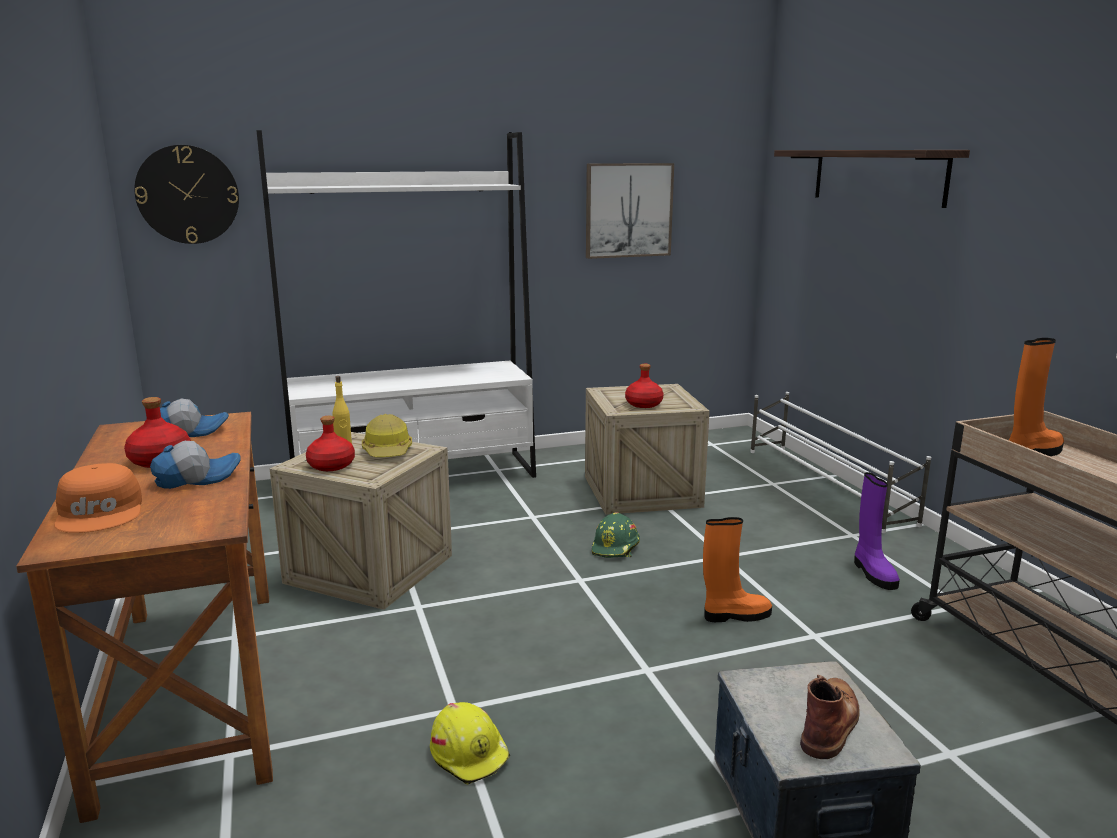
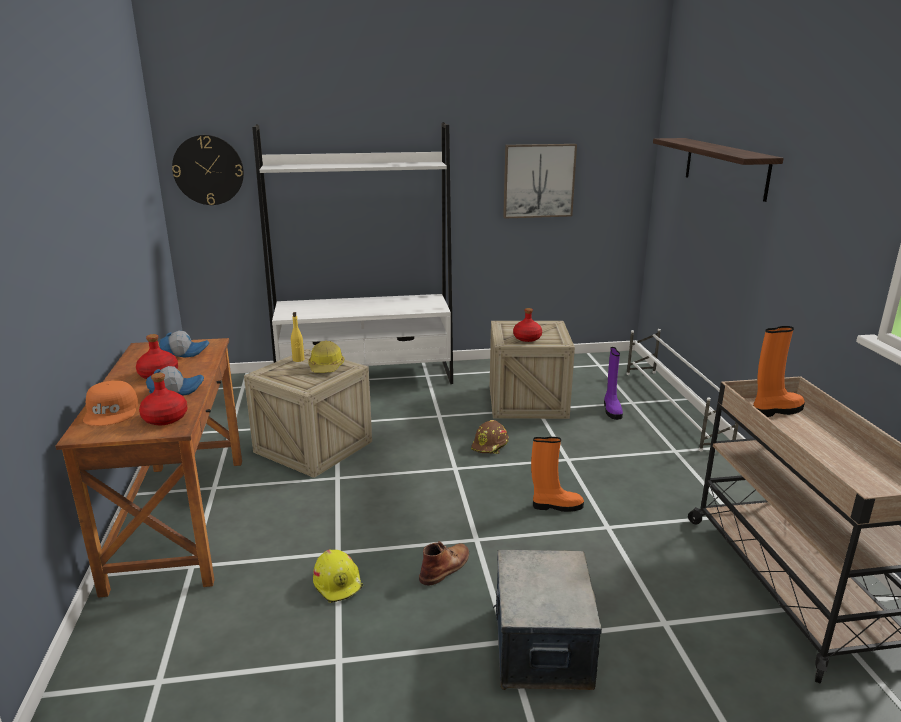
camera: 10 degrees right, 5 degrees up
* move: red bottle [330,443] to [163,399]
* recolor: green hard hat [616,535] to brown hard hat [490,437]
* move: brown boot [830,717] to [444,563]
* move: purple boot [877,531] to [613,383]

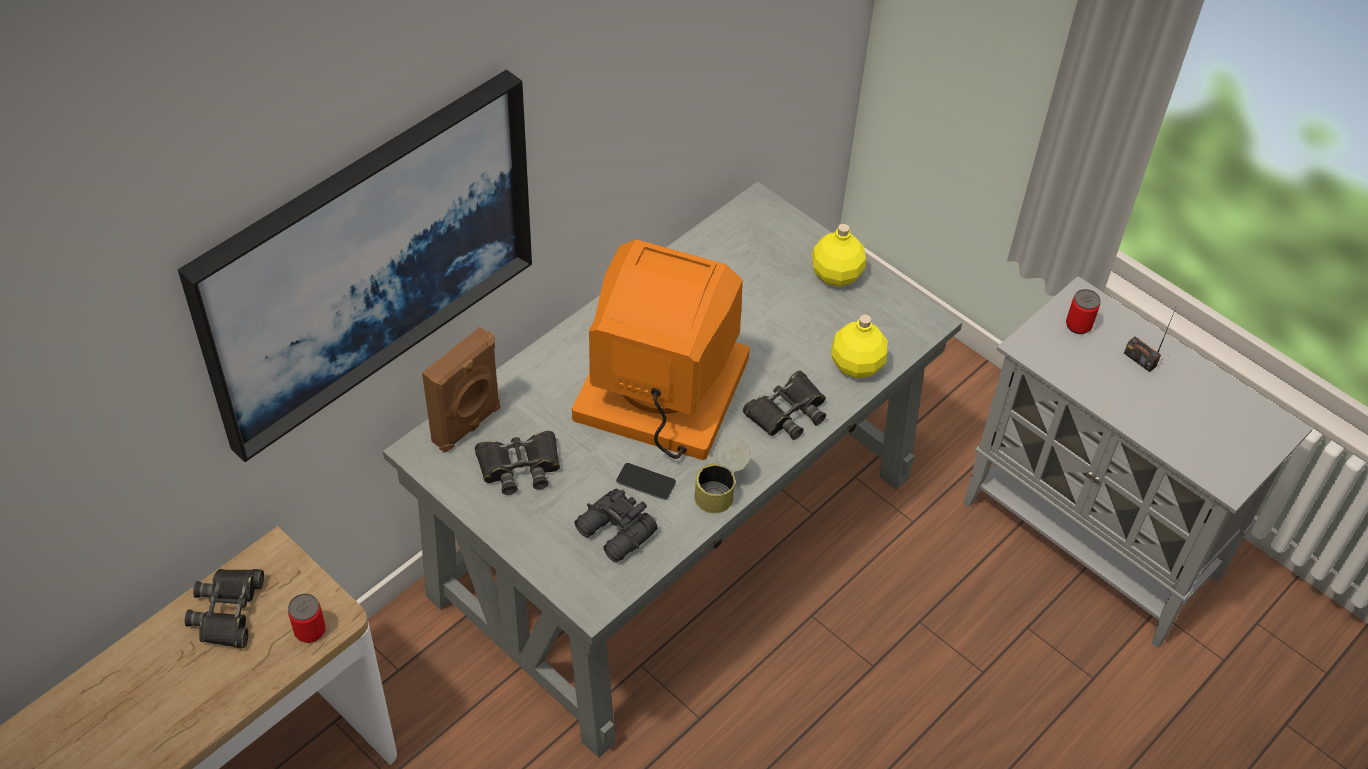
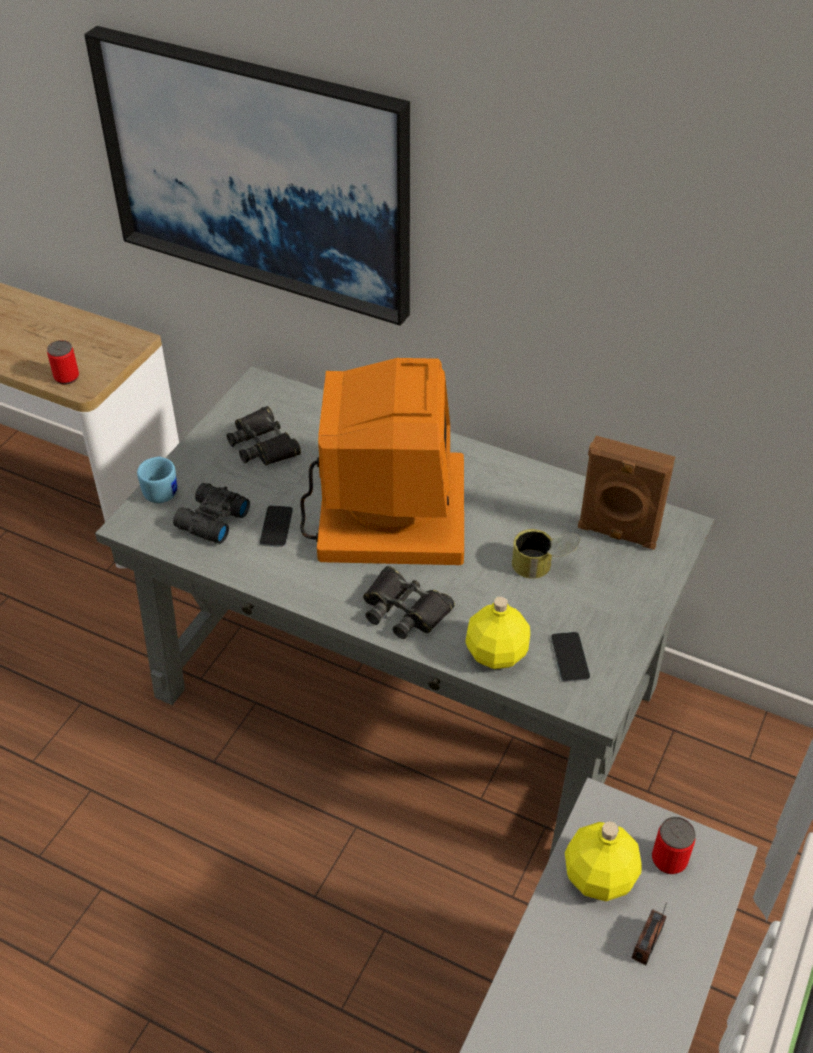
camera: 75 degrees right, 5 degrees down
* delete: black binoculars [224,608]
* move: brown speaker [461,390] to [626,493]
* move: can [722,475] to [546,554]
* move: yellow bottle [839,255] to [603,861]
* insert: blue mug [157,479]
* insert: phone [570,657]

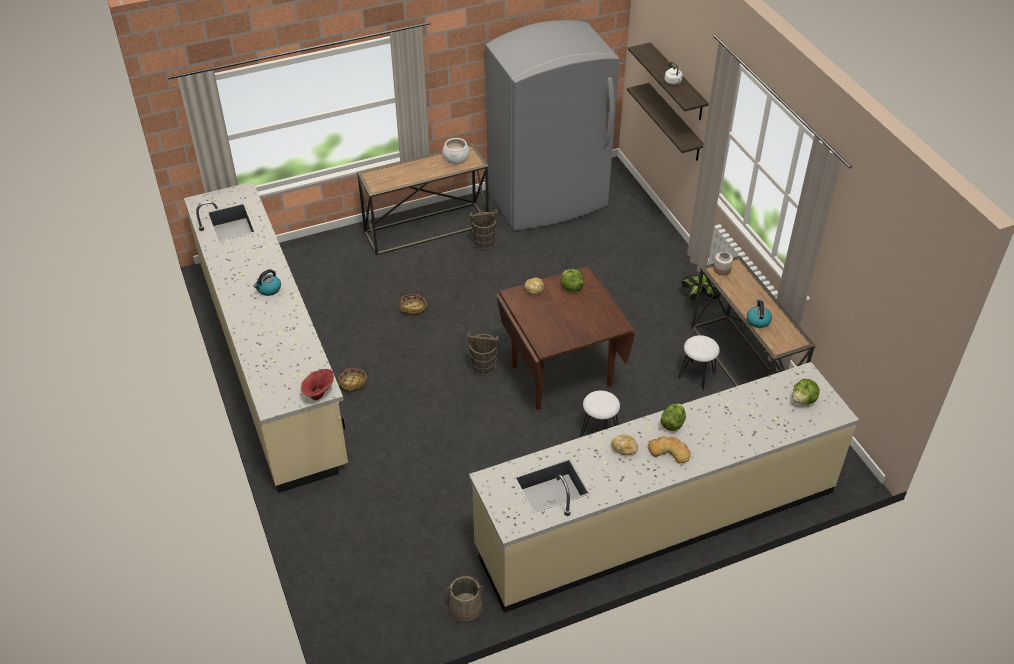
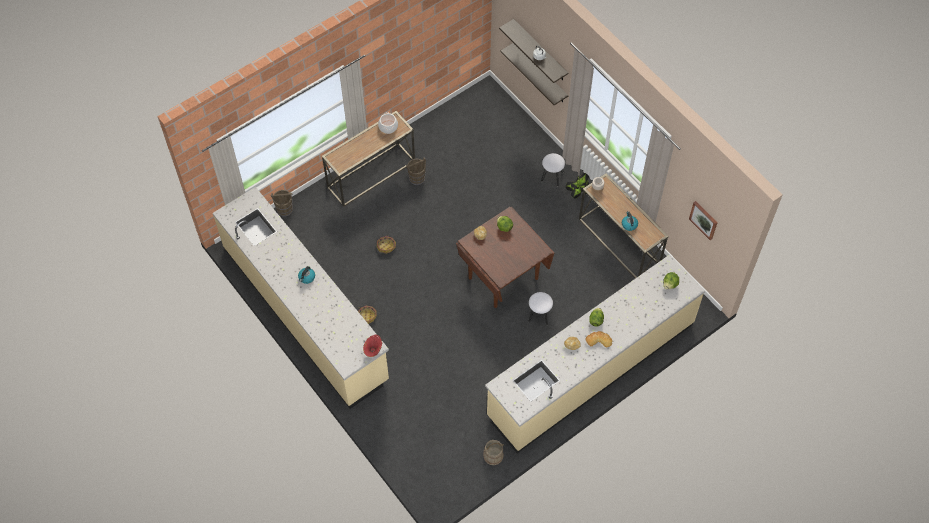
camera: 15 degrees left, 15 degrees up
* move: brown bucket [483,354] to [282,203]
* delete: grey fridge [552,125]
* move: white stool [699,362] to [553,170]
* insert: picture [703,220]

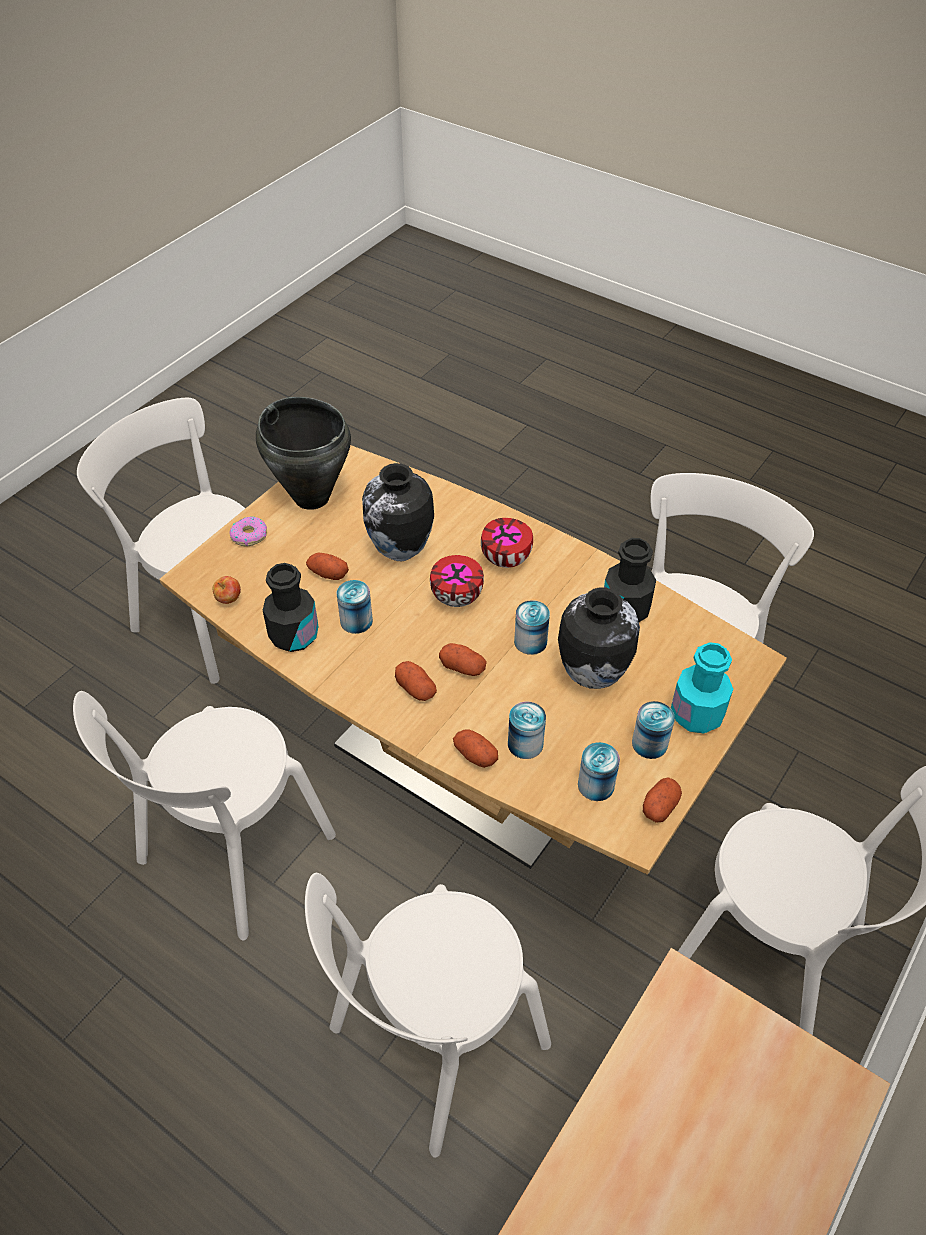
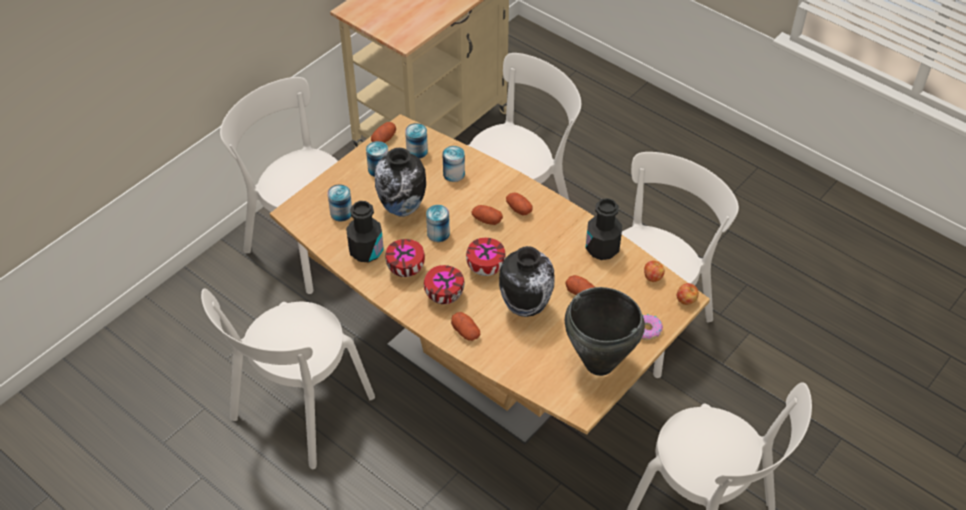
camera: 175 degrees left, 0 degrees up
* move: can [355,607] to [339,202]
* move: potato [475,748] to [465,326]
* delete: turquoise bottle [702,687]
* insert: bowl [405,258]
* insert: apple [688,294]

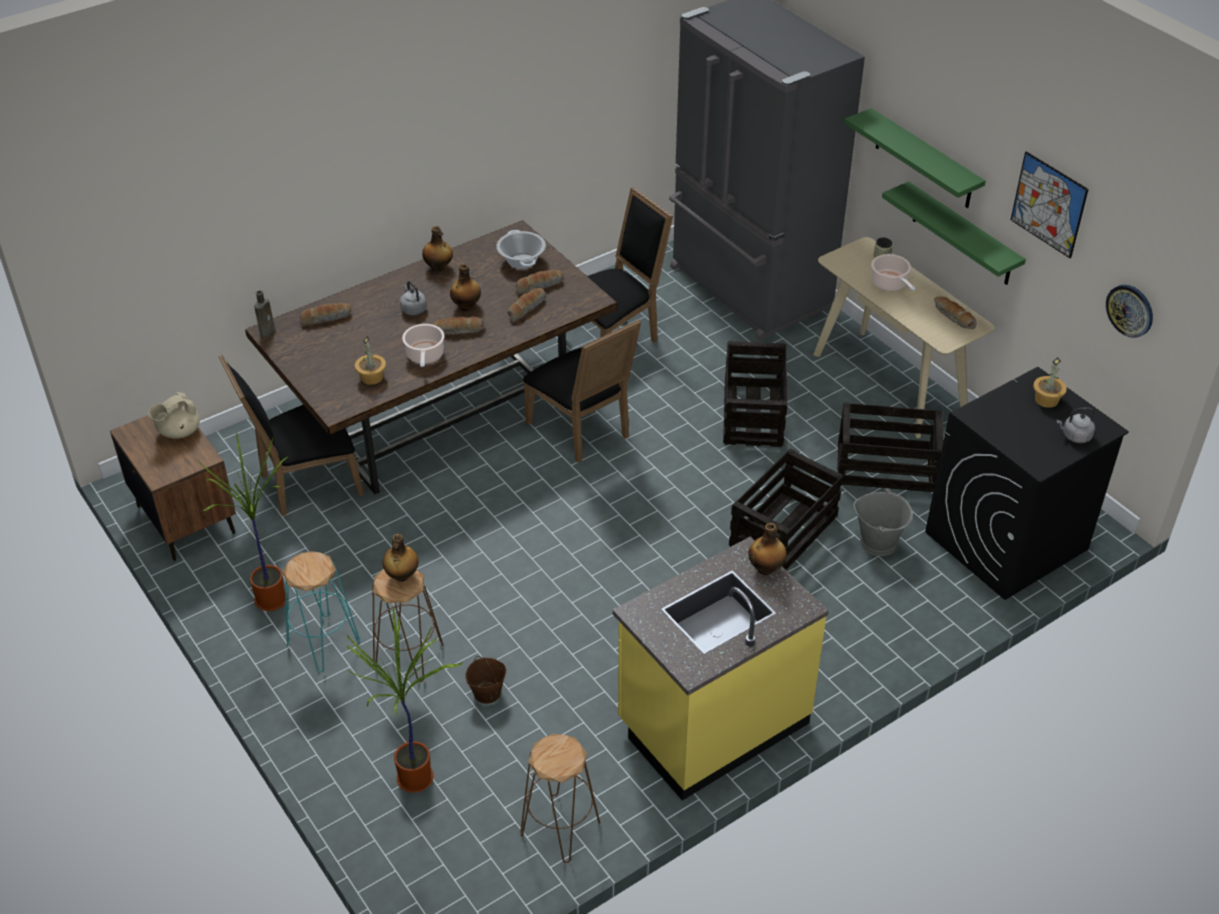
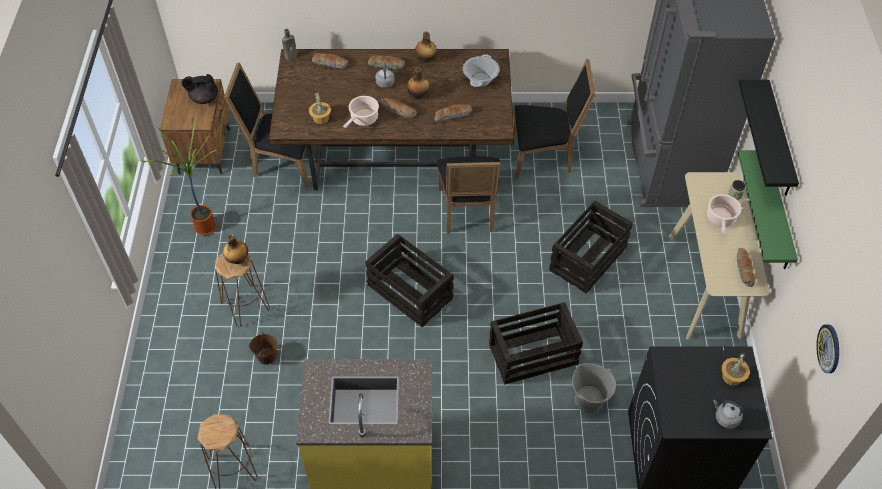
camera: 35 degrees right, 10 degrees up
* recolor: beige teapot [174,415] to black teapot [200,89]
* delete: turquoise stool [321,611]
* delete: potted plant [404,700]
* move: bread [539,282] to [386,62]
* delete: bottle [767,549]
* move: crate [890,447] to [409,280]
* recolor: green shelf [915,158] to black shelf [769,138]
* delete: picture [1050,204]

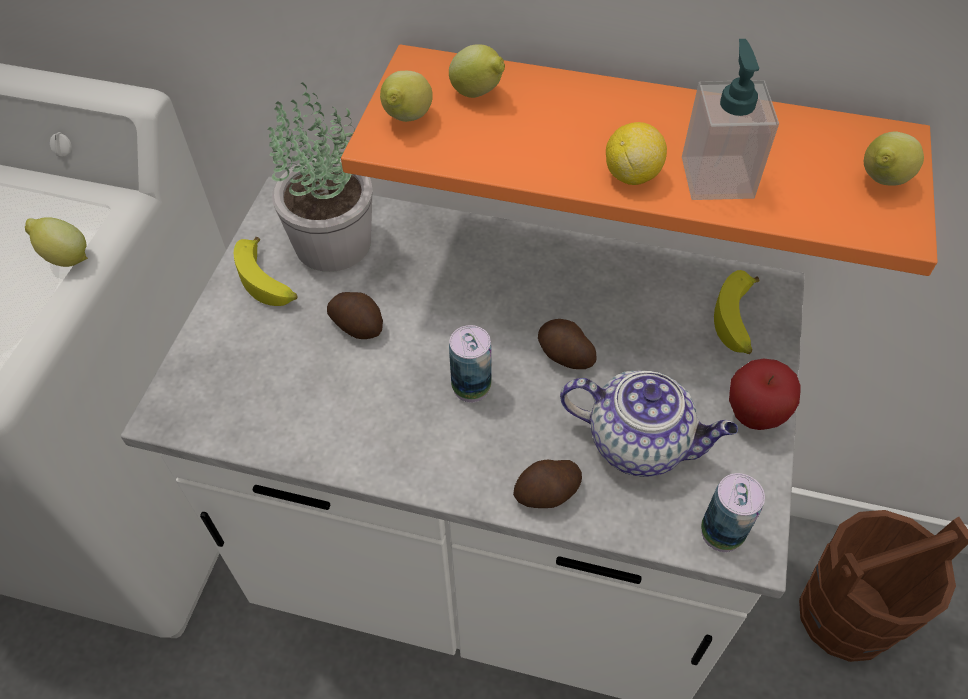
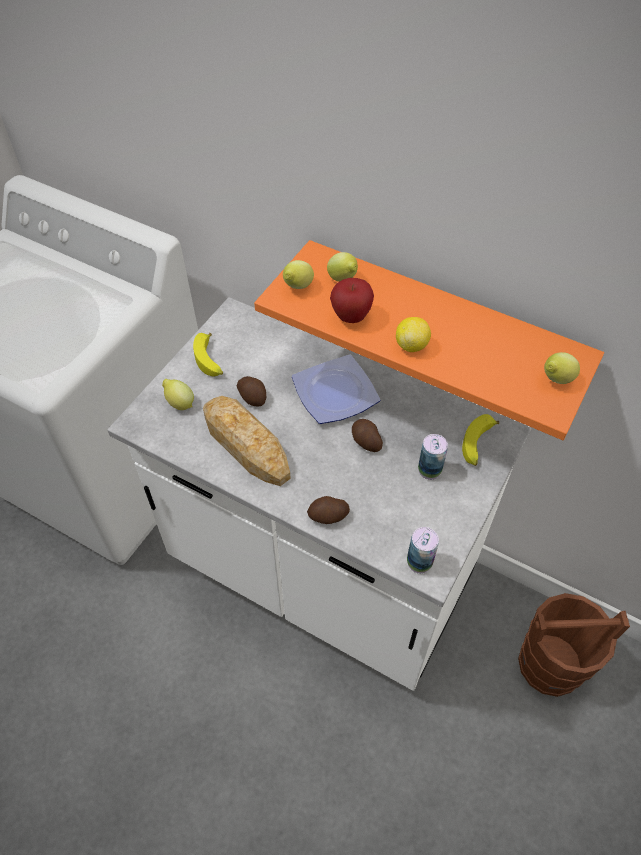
camera: 15 degrees right, 0 degrees up
* move: lemon [56,242] to [178,394]
* delete: potted plant [319,177]
* move: can [470,364] to [433,457]
* delete: teapot [649,424]
* delete: soap dispenser [730,119]
* move: apple [764,394] to [352,300]
* insert: bread [247,441]
* insert: plate [336,389]

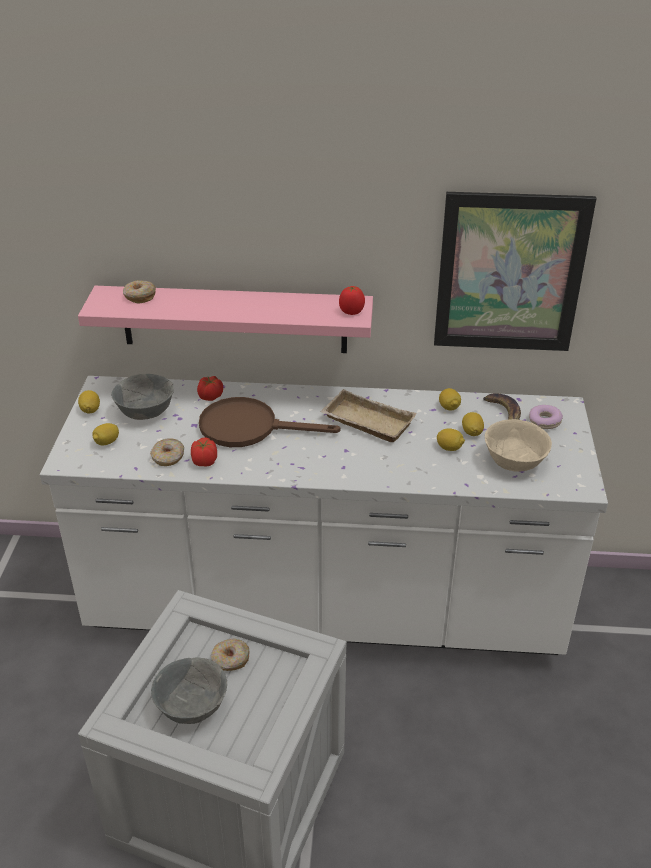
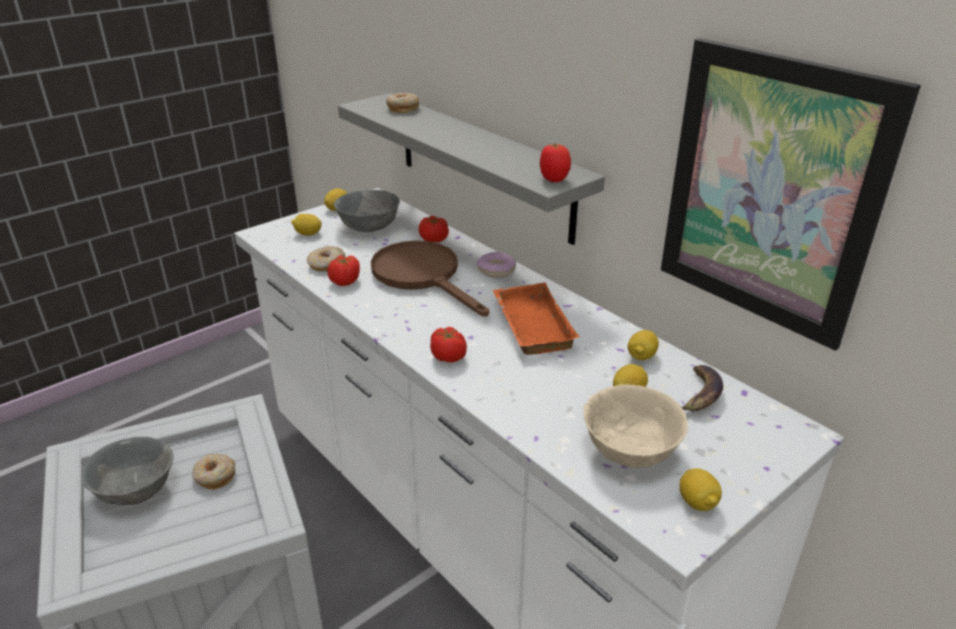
camera: 45 degrees right, 5 degrees down
* recolor: pink shelf [225,319] to grey shelf [471,169]
* recolor: beige tray [368,415] to orange tray [536,319]
* move: lemon [451,439] to [701,489]
* move: donut [546,417] to [496,265]
* insert: tomato [448,345]

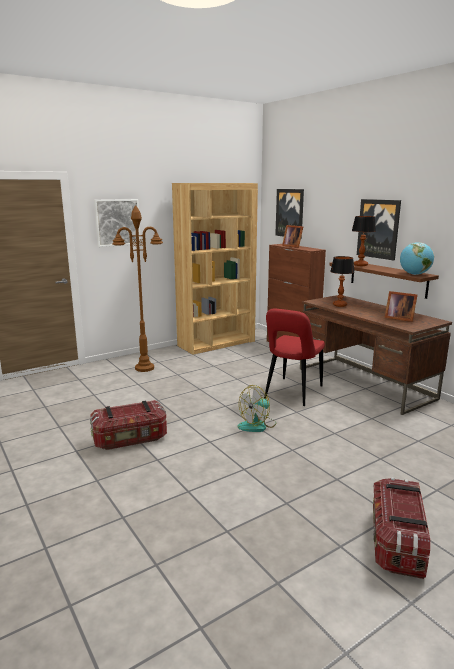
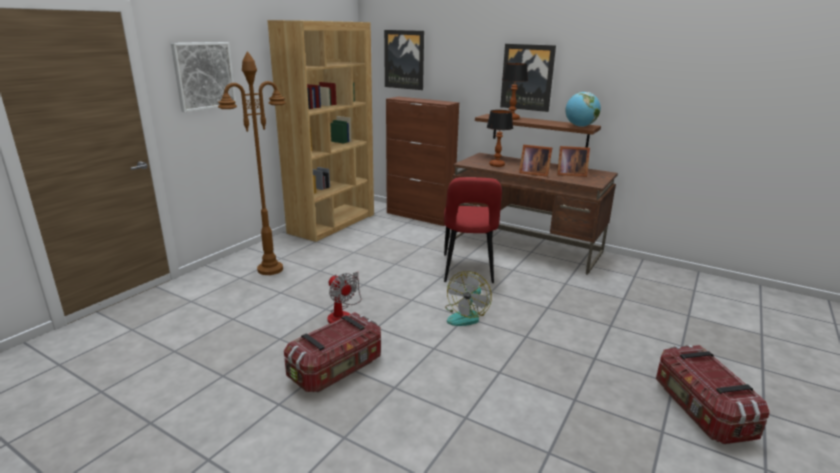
camera: 25 degrees left, 5 degrees up
* move: picture frame [292,236] to [535,160]
* insert: fan [344,298]

